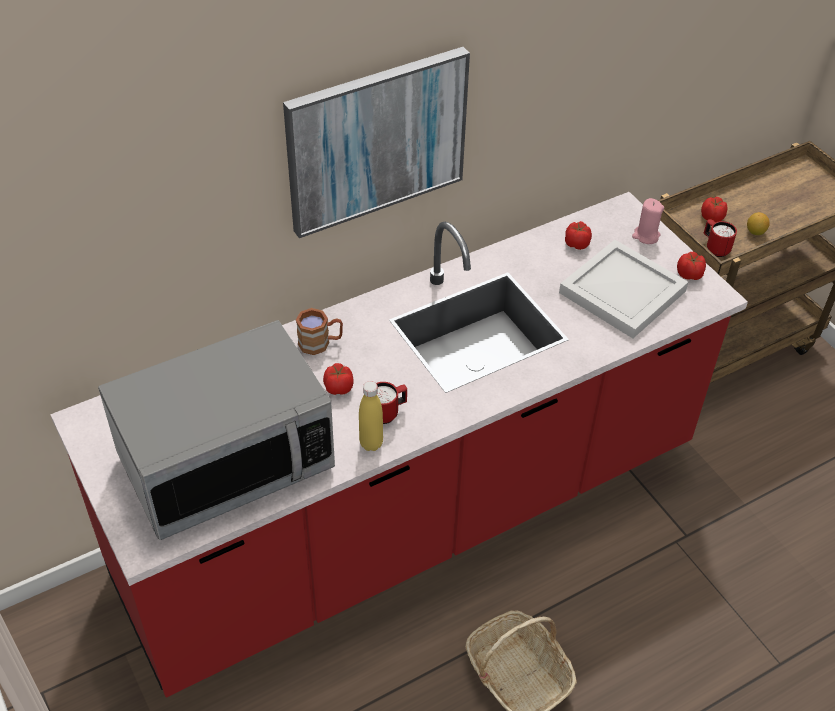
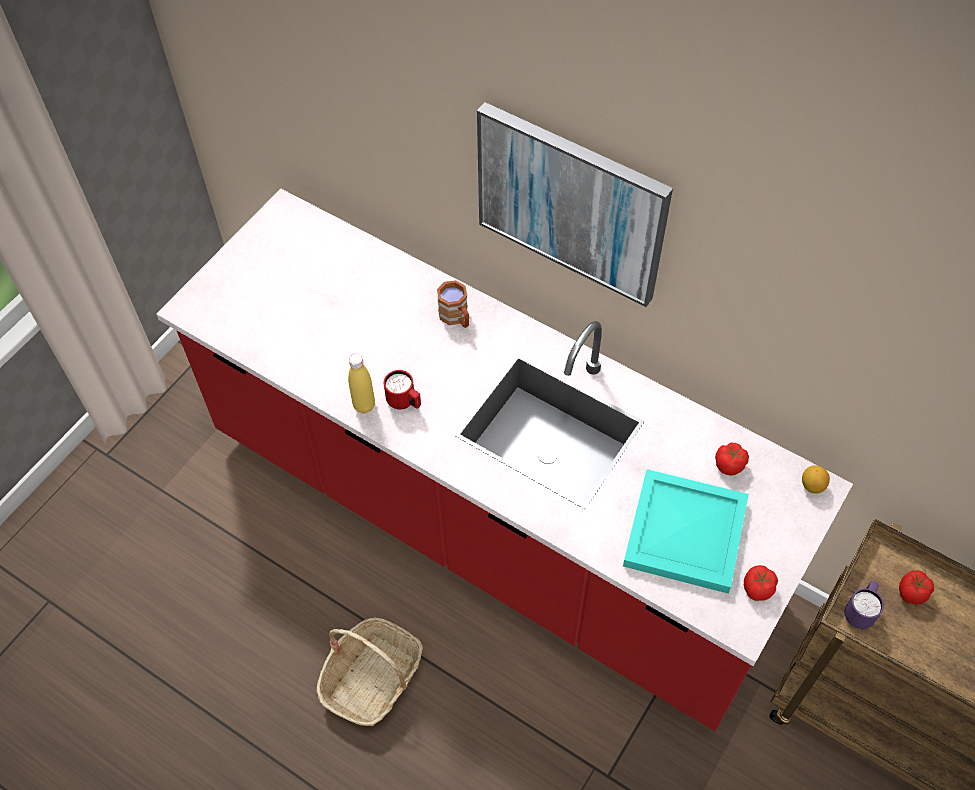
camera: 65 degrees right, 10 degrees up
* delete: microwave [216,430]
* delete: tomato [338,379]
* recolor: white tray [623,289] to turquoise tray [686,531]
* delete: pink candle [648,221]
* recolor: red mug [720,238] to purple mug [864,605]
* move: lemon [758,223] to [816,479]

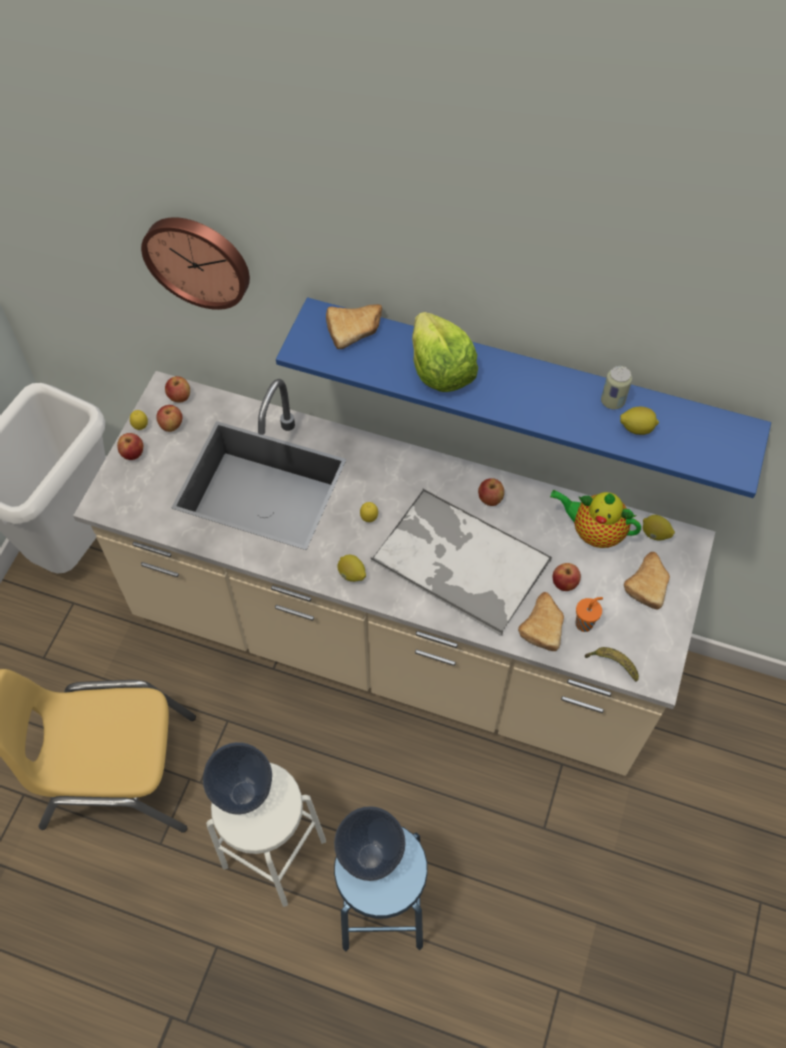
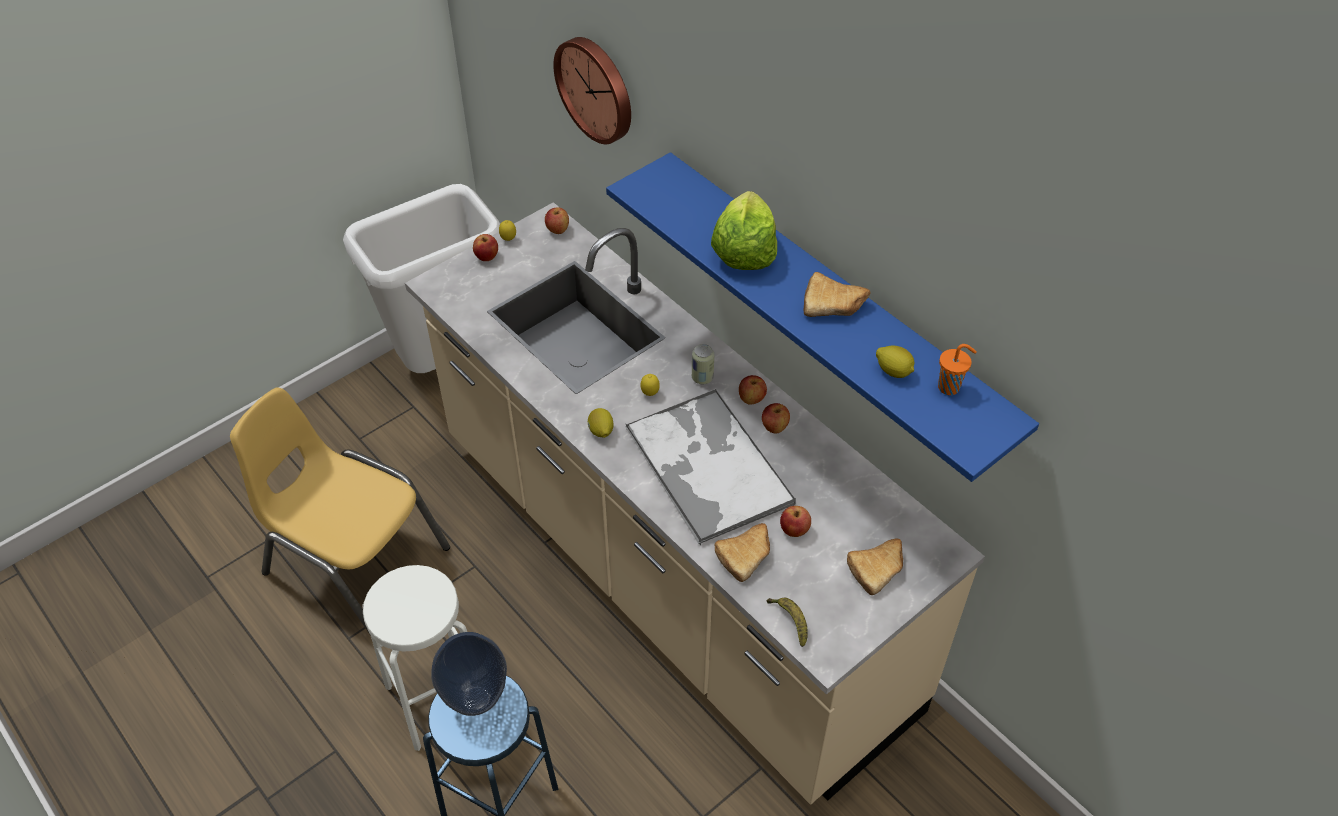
camera: 30 degrees right, 10 degrees down
* move: apple [169,418] to [753,390]
* delete: vase [237,778]
* move: bread [354,326] to [836,294]
* delete: teapot [595,519]
* move: orange cup [589,614] to [957,369]
* move: can [616,387] to [703,364]
* delete: lemon [659,527]

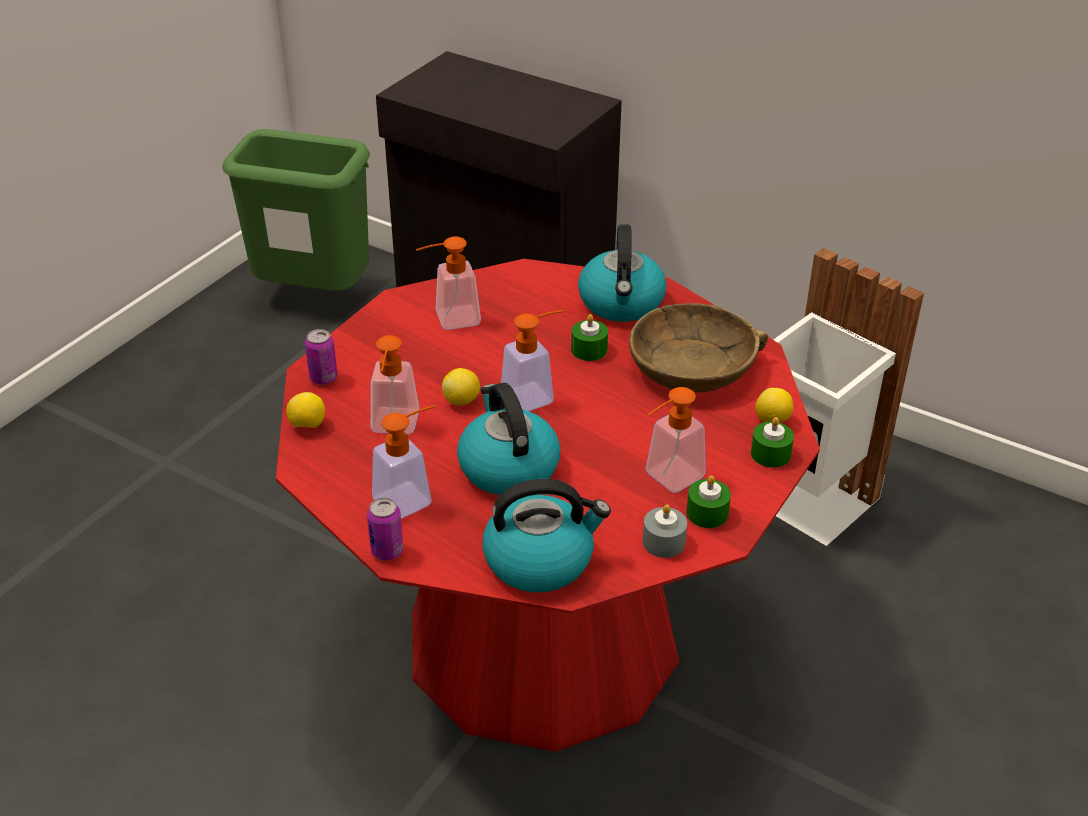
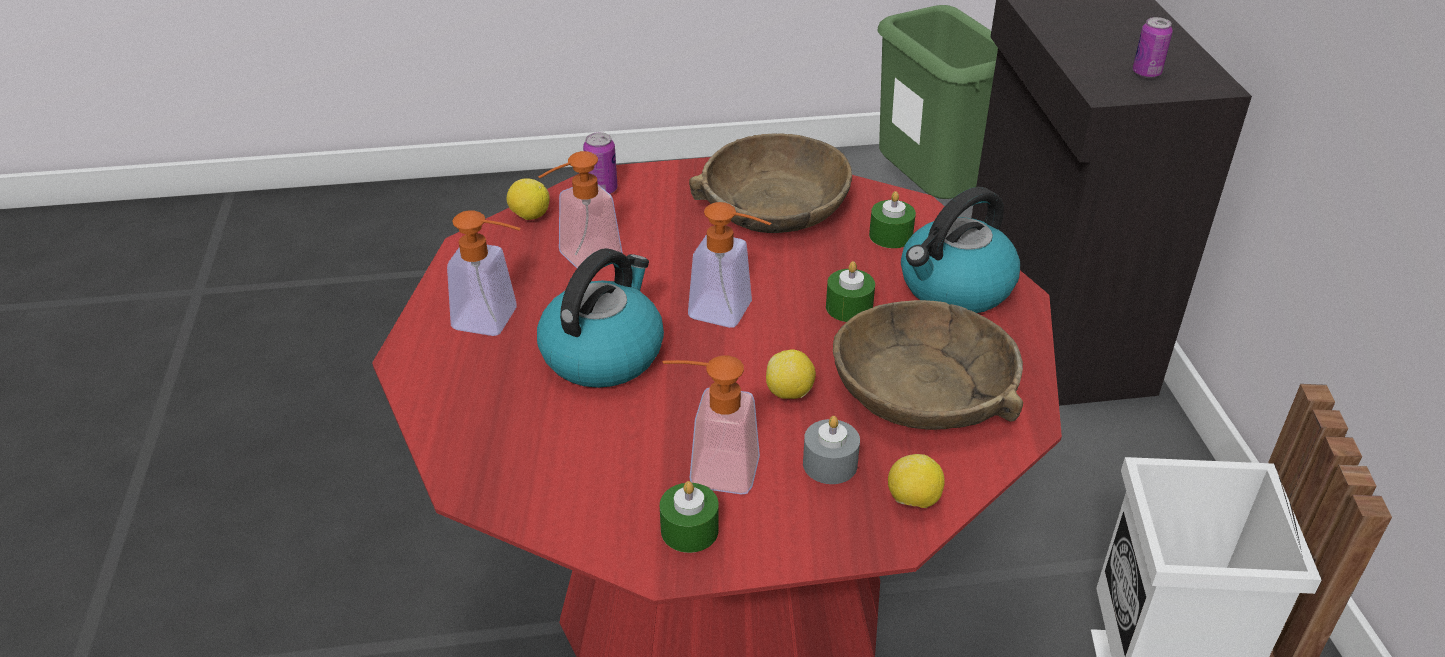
camera: 50 degrees right, 0 degrees up
* move: can [385,529] to [1153,47]
* replace: soap dispenser [448,283] to brown bowl [770,183]
* move: lemon [461,387] to [791,374]
* delete: kettle [546,535]
* move: grey candle [664,531] to [831,450]
* move: green candle [772,442] to [892,219]

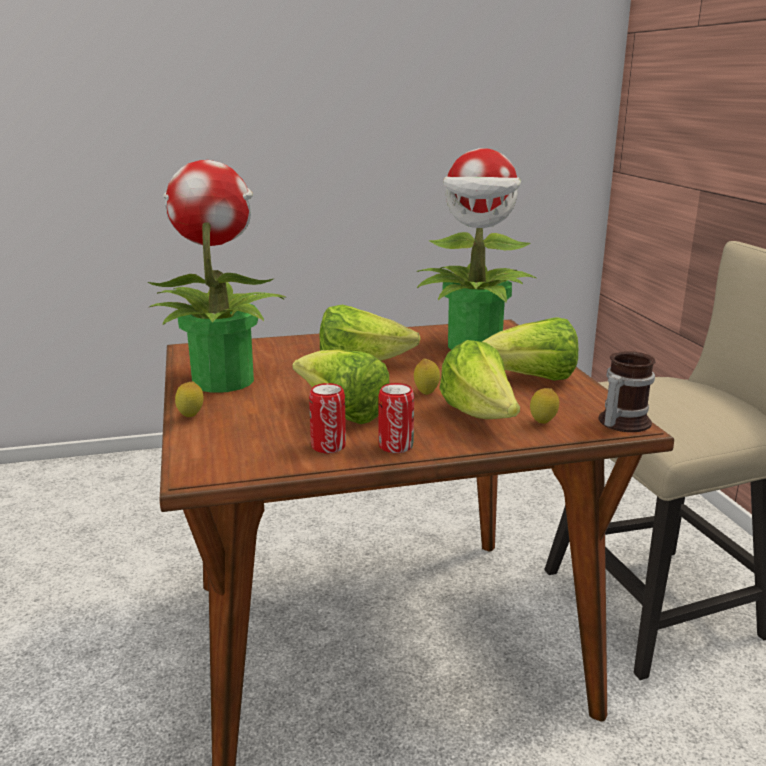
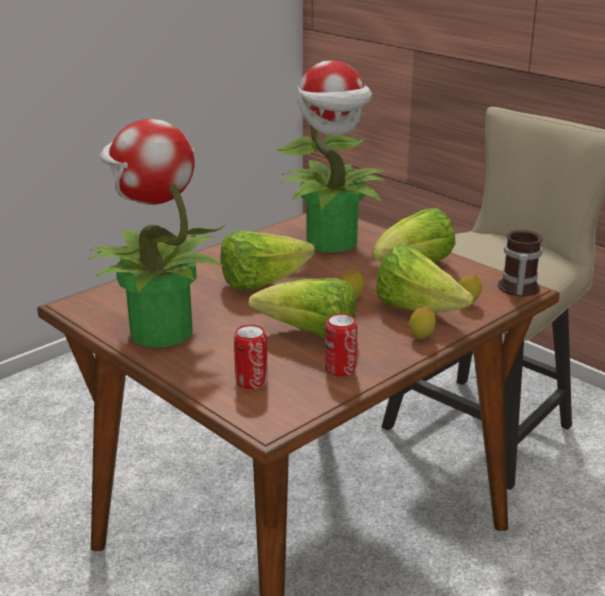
camera: 30 degrees left, 5 degrees up
* move: lemon [189,399] to [423,322]
* move: can [396,418] to [251,357]

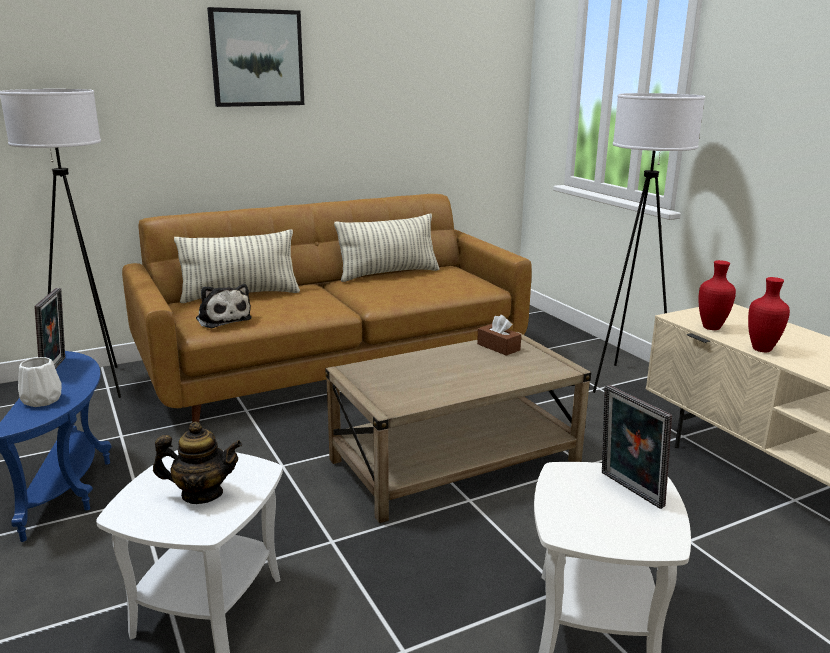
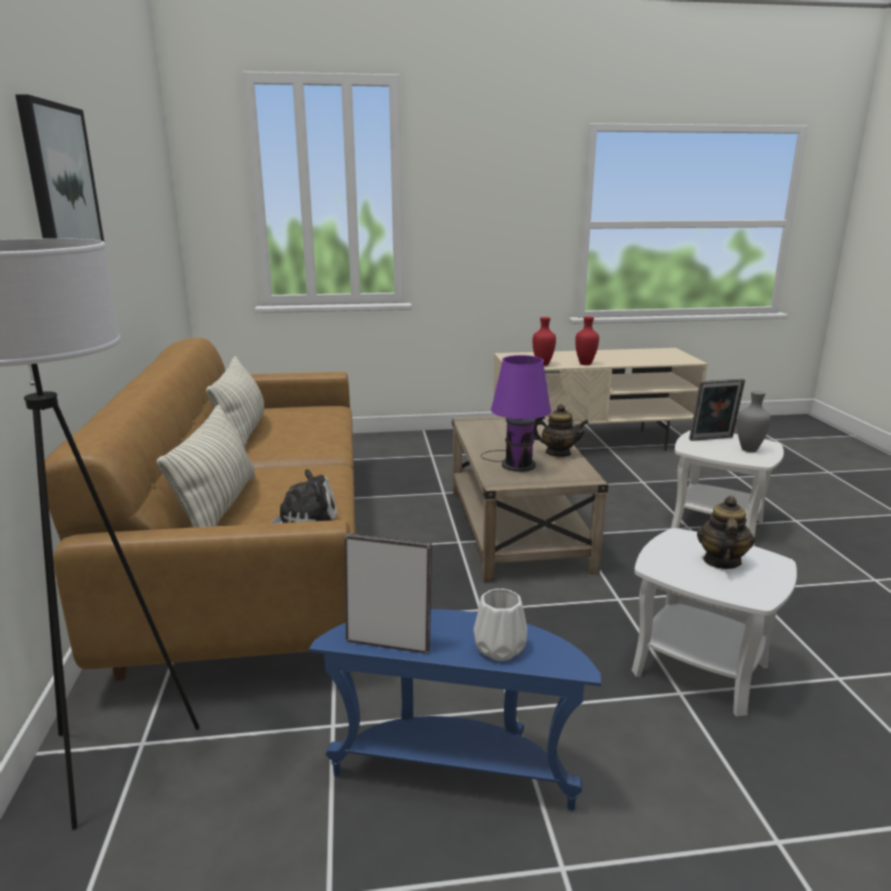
camera: 70 degrees left, 0 degrees up
* delete: brown tissue box [499,335]
* delete: white floor lamp [649,243]
* insert: purple table lamp [516,413]
* insert: teapot [561,430]
* insert: grey vase [754,421]

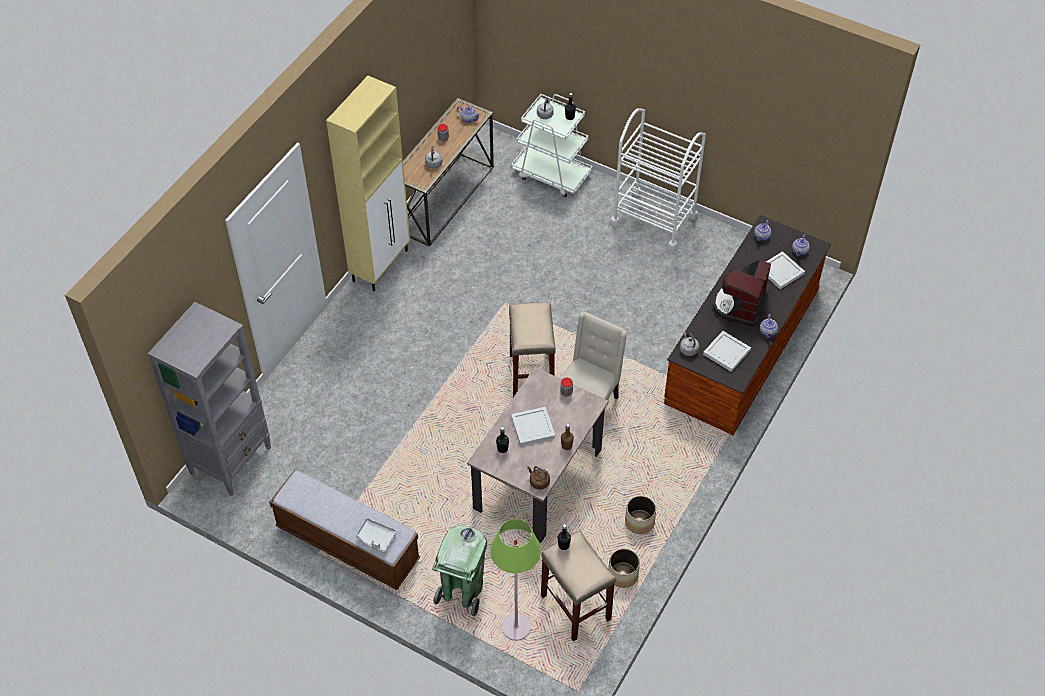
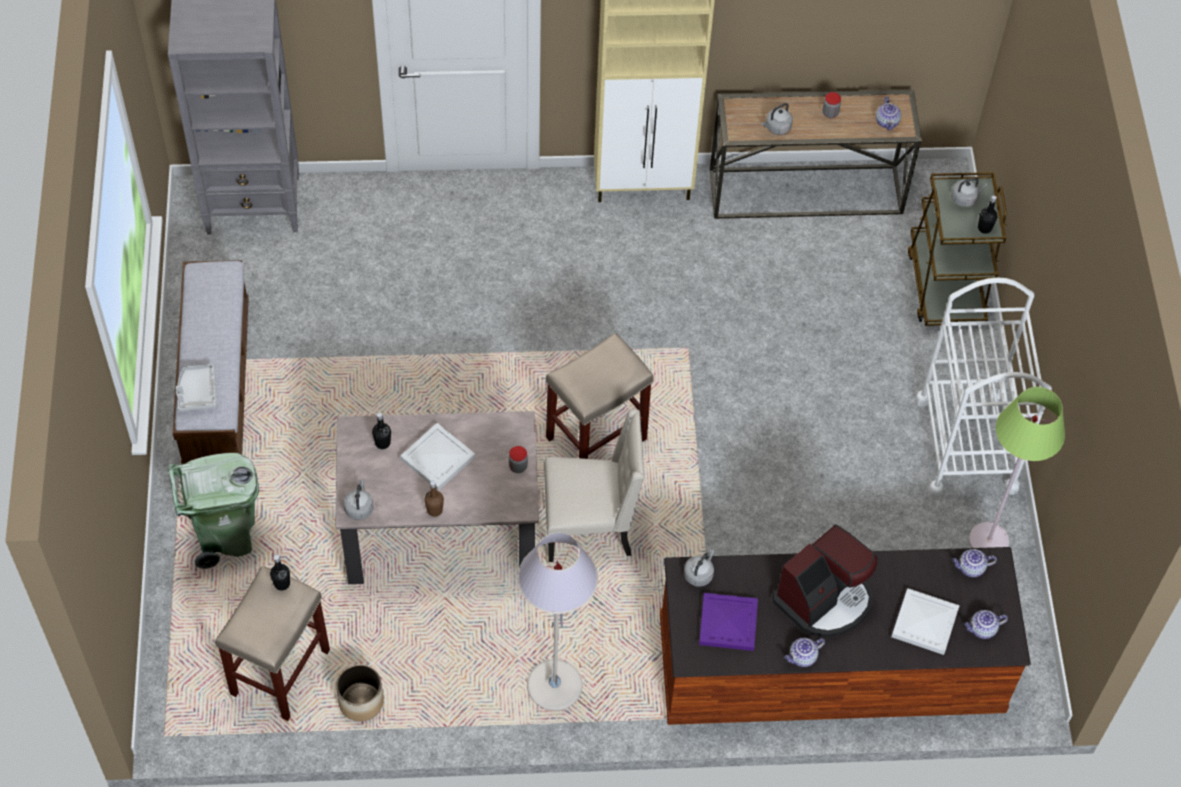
camera: 55 degrees right, 5 degrees up
* move: green floor lamp [515,580] to [1017,467]
* recolor: white cart [552,145] to brown cart [957,249]
* recolor: brown kettle [538,478] to grey kettle [358,499]
* delete: planter [640,514]
* recolor: white tray [727,351] to purple tray [728,622]
* rotate: coffee machine [742,293] = [825,580] 150 degrees clockwise
* insert: grey floor lamp [558,622]

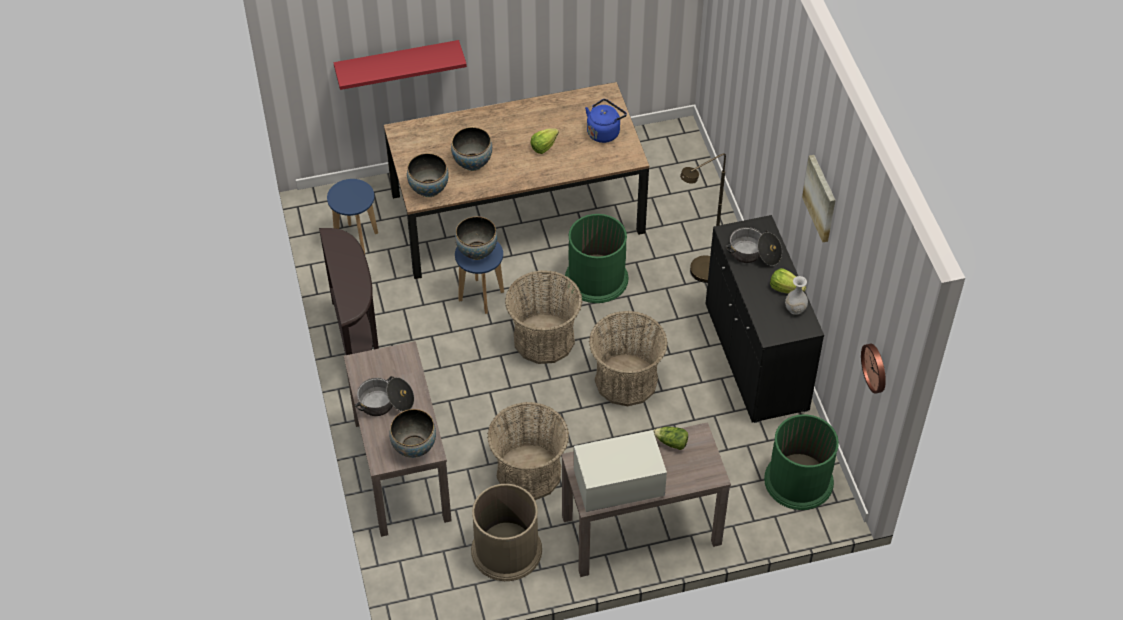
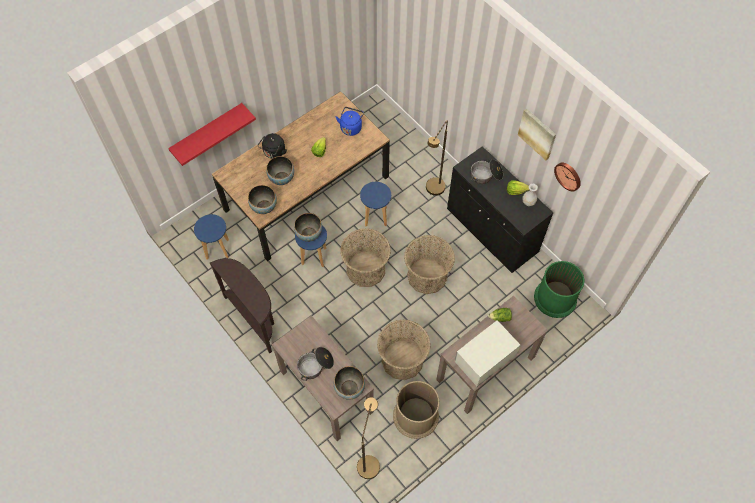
camera: 25 degrees left, 10 degrees up
* replace: green trash can [597,258] to blue stool [375,204]
* move: wall clock [873,369] to [567,177]
* insert: black kettle [272,146]
* insert: brown floor lamp [368,438]

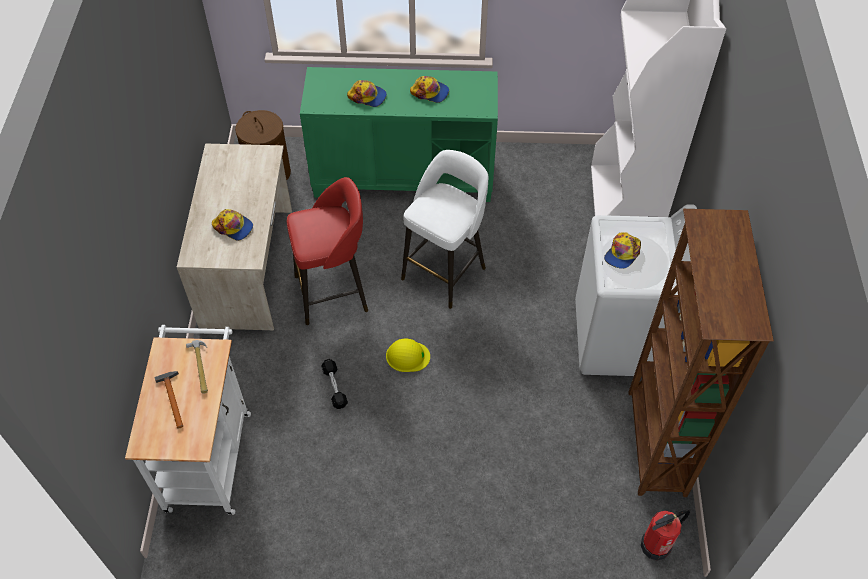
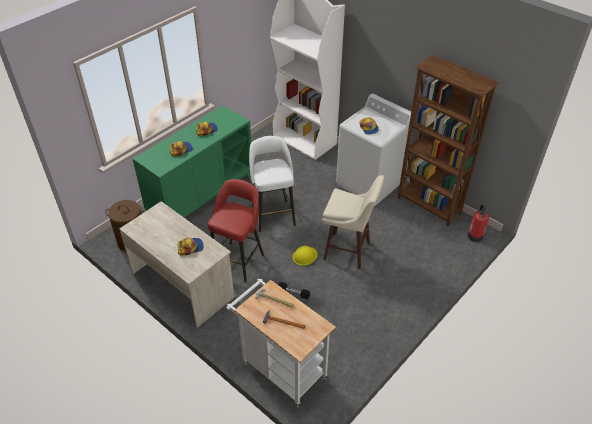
camera: 50 degrees left, 10 degrees down
* insert: beige stool [353,222]

